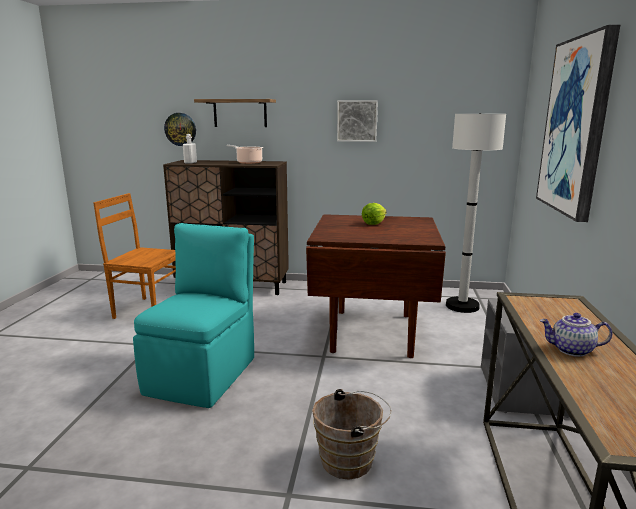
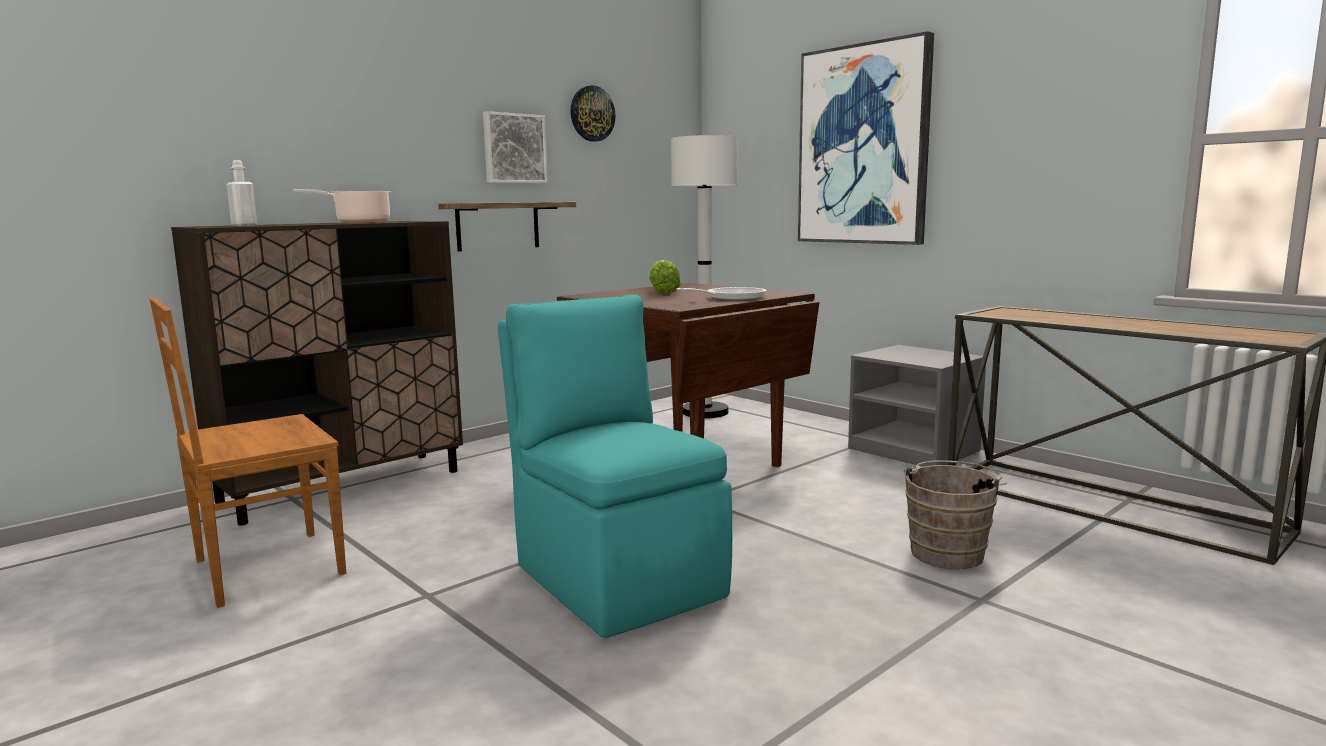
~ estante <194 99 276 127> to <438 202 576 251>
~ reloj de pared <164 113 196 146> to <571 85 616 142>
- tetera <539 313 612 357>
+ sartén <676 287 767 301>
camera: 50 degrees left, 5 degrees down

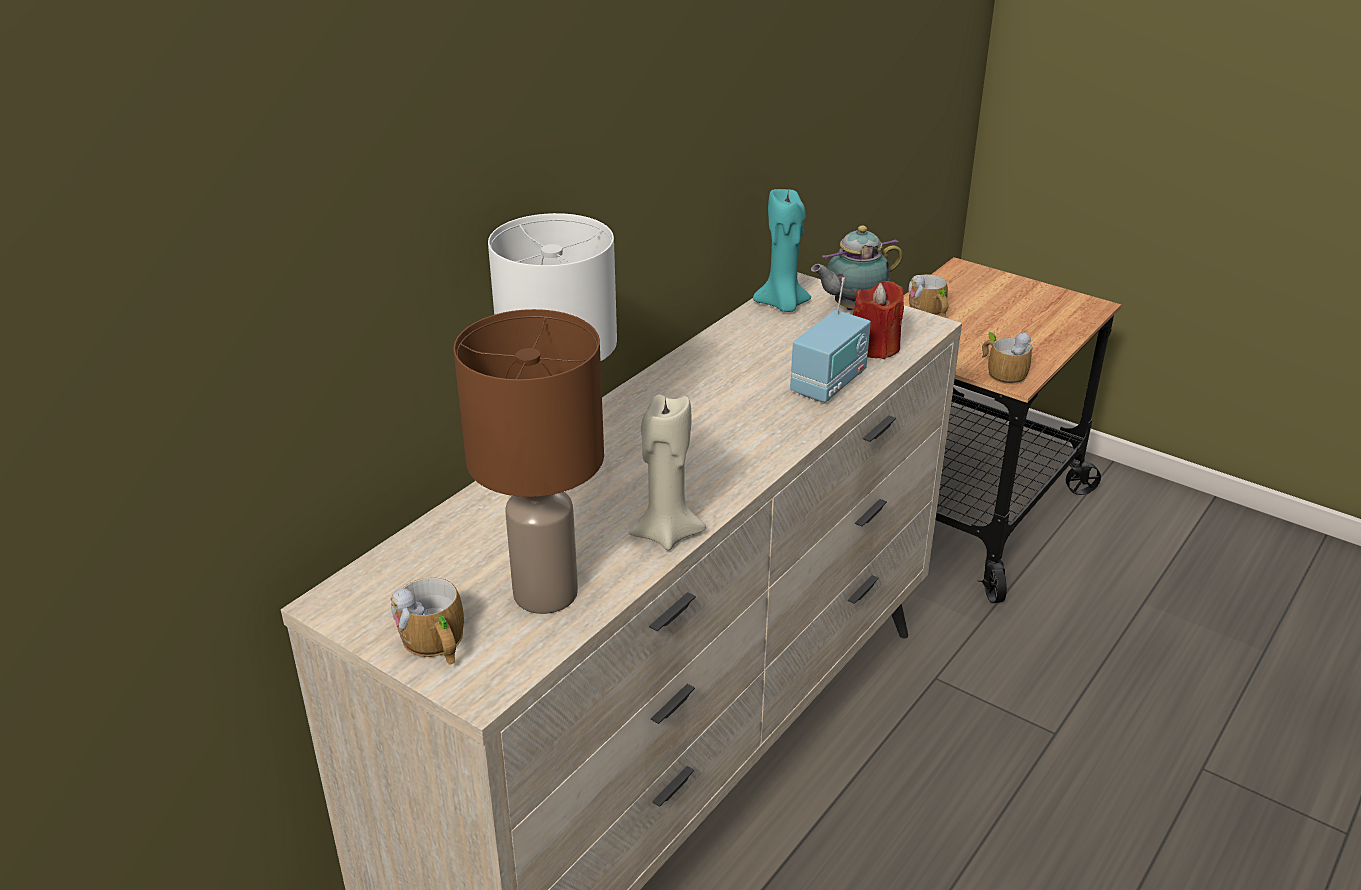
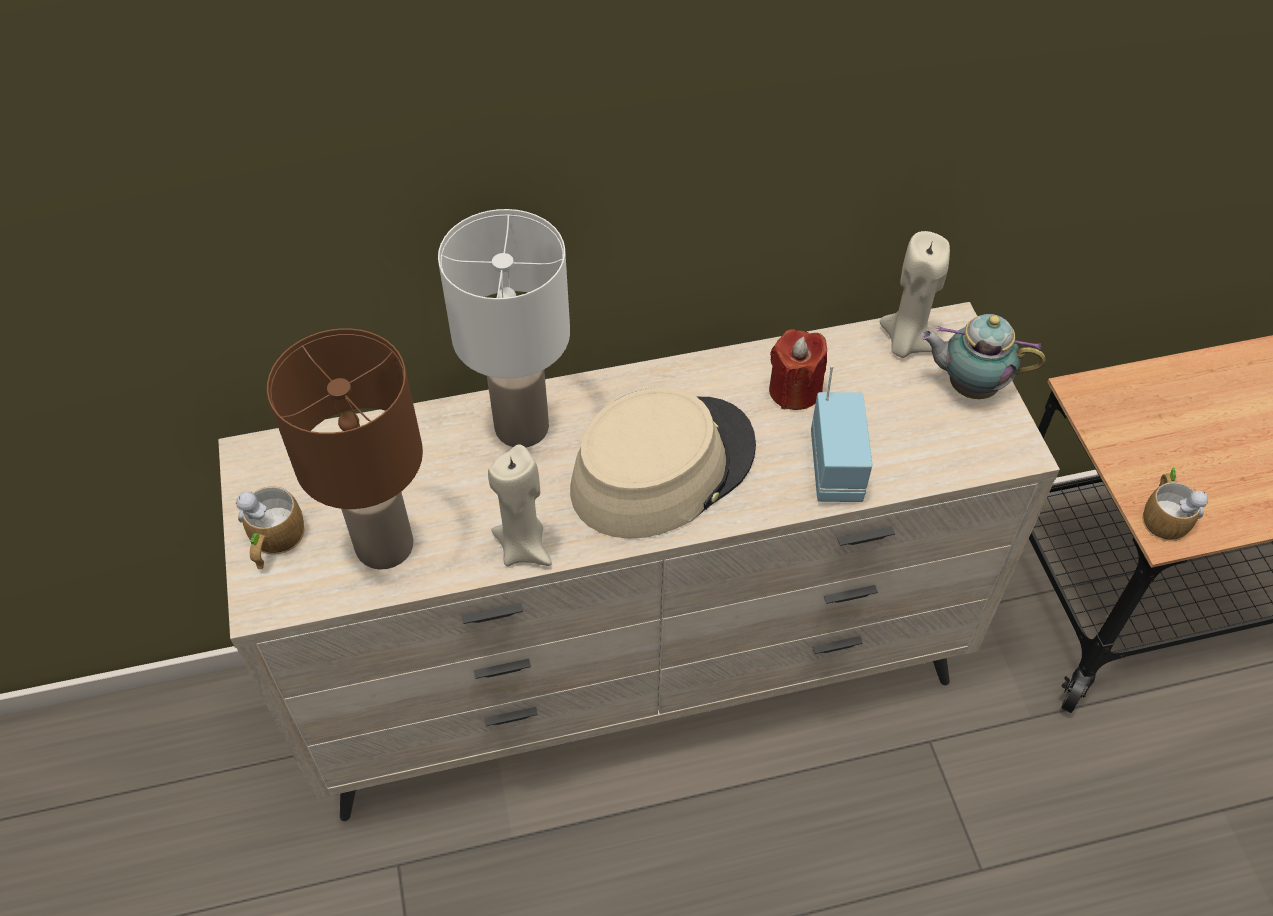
~ vela/turquesa <753 189 811 312> to vela/beis <880 231 950 358>
- taza grande <908 274 949 318>
~ radio <790 277 871 402> = <811 365 872 502> 75 degrees counterclockwise
~ vela/rojo <853 281 904 359> to <769 329 827 410>
+ sombrero/beis <570 387 756 539>
camera: 40 degrees right, 20 degrees up

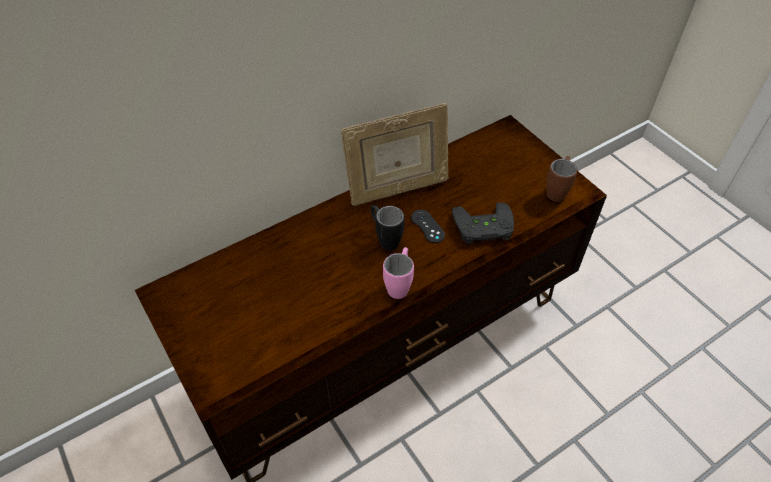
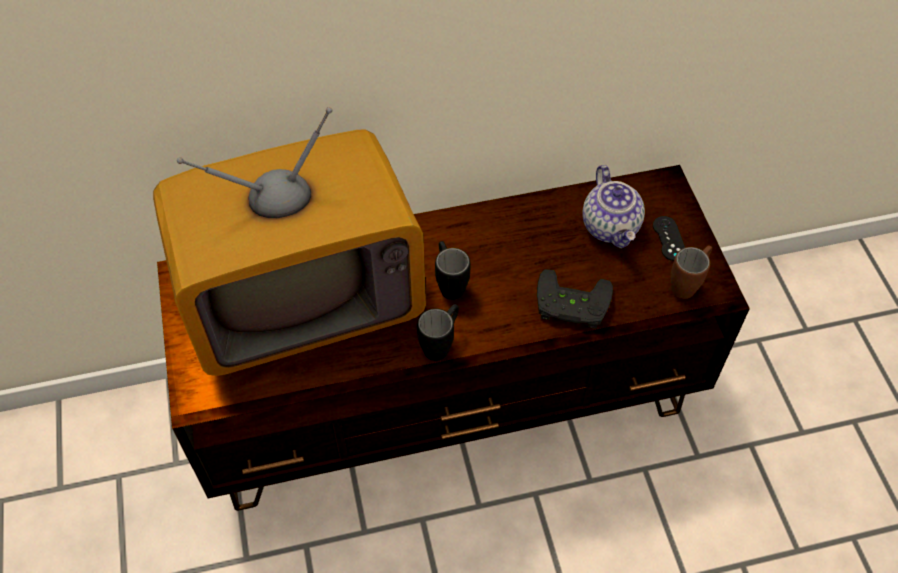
- portarretratos <341 103 449 206>
~ mando de consola/negro <411 210 445 243> to <653 216 685 261>
~ taza grande/rosa <383 247 414 299> to taza grande/negro <417 304 459 361>
+ televisor <153 107 426 376>
+ tetera <582 165 645 249>
camera: 20 degrees right, 5 degrees up

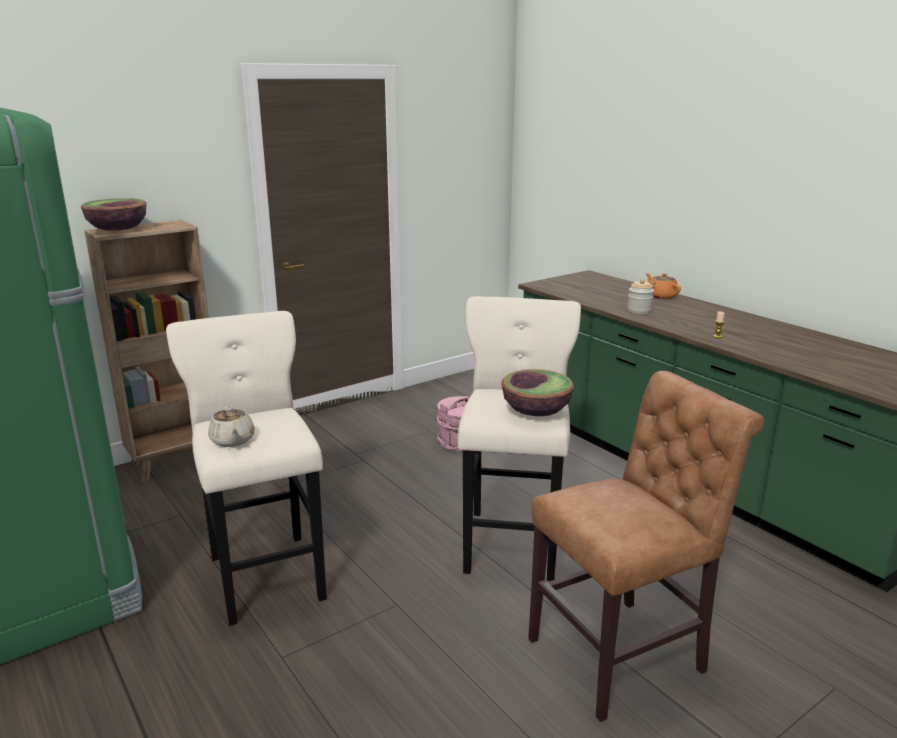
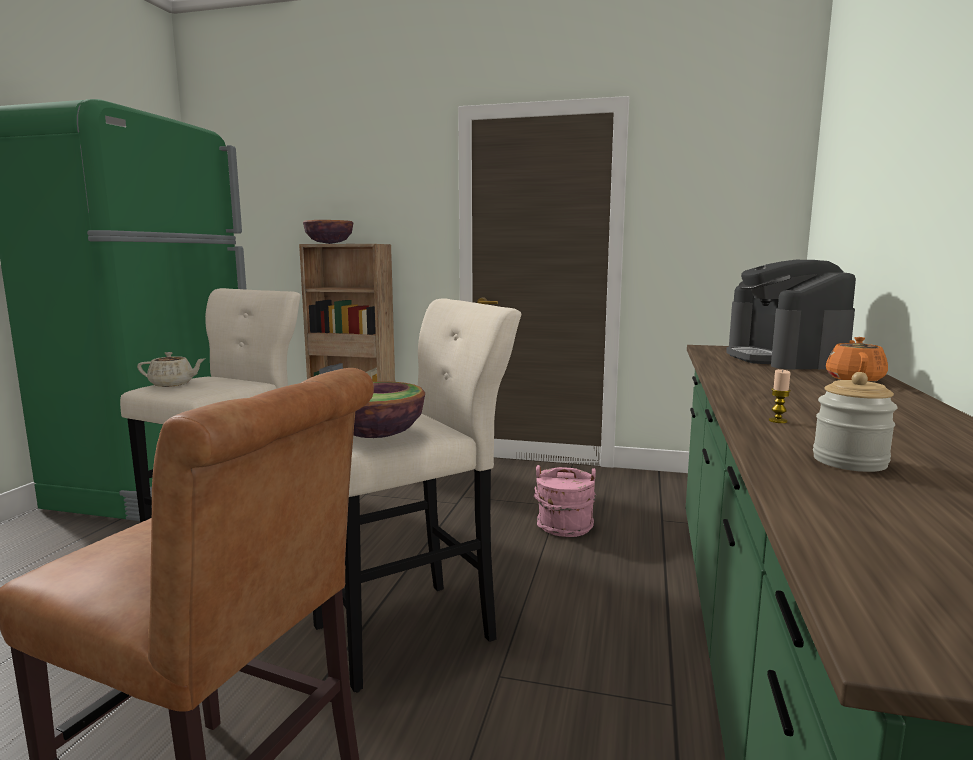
~ tarro <627 279 654 314> to <813 372 898 472>
~ tetera/beis <208 407 255 447> = <137 352 205 387> 120 degrees counterclockwise
+ cafetera <726 260 856 370>
camera: 50 degrees right, 10 degrees down

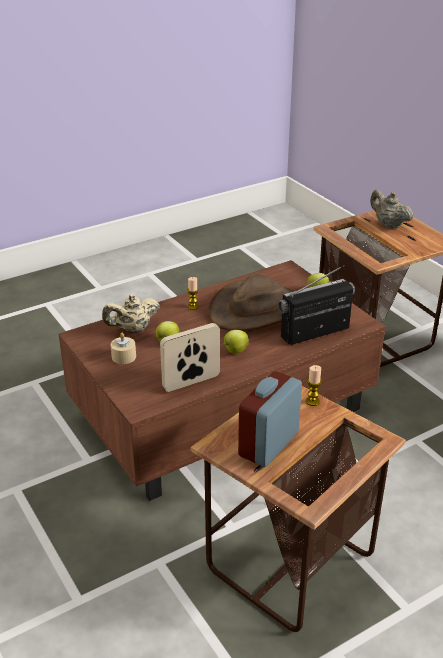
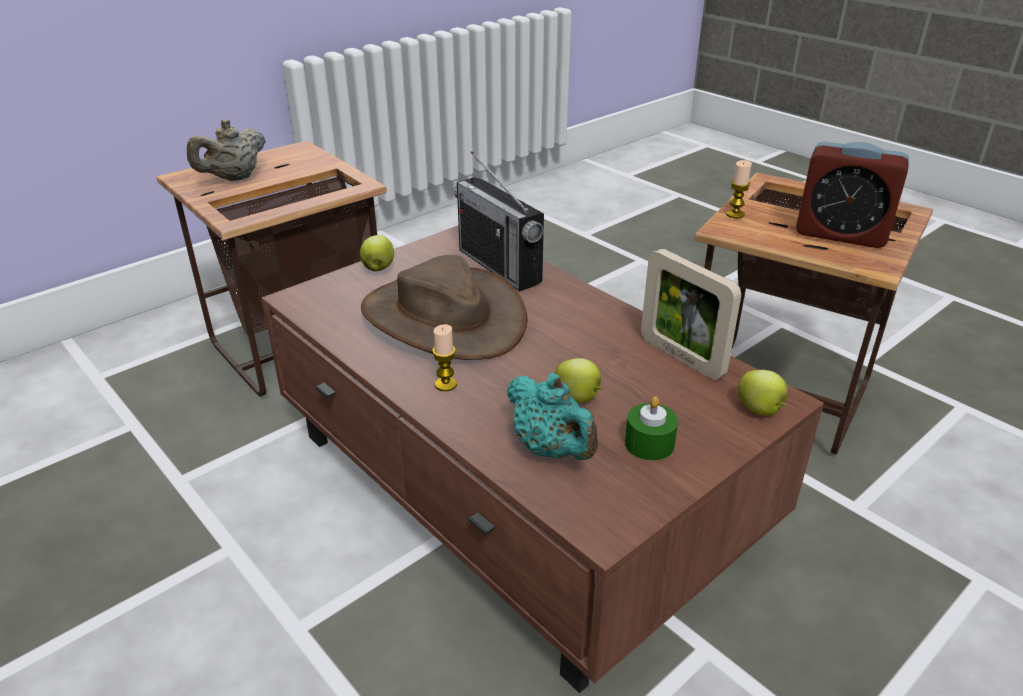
~ tetera/beis <102 294 160 333> to tetera/turquesa <507 373 598 460>
~ manzana <223 330 249 354> to <738 370 788 416>
~ vela/beis <111 333 136 364> to vela/verde <625 396 678 461>
camera: 100 degrees left, 0 degrees up

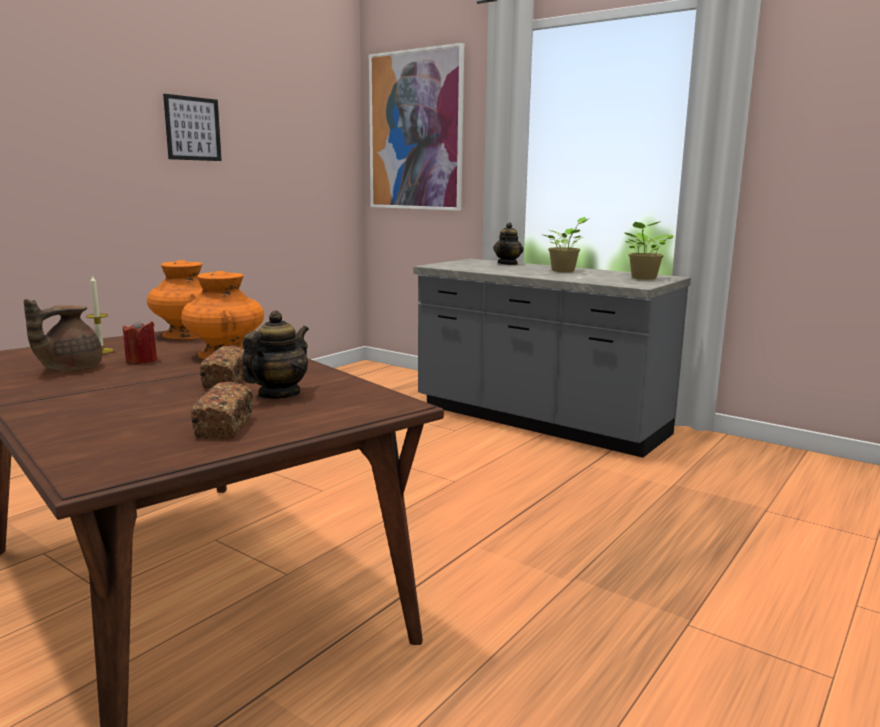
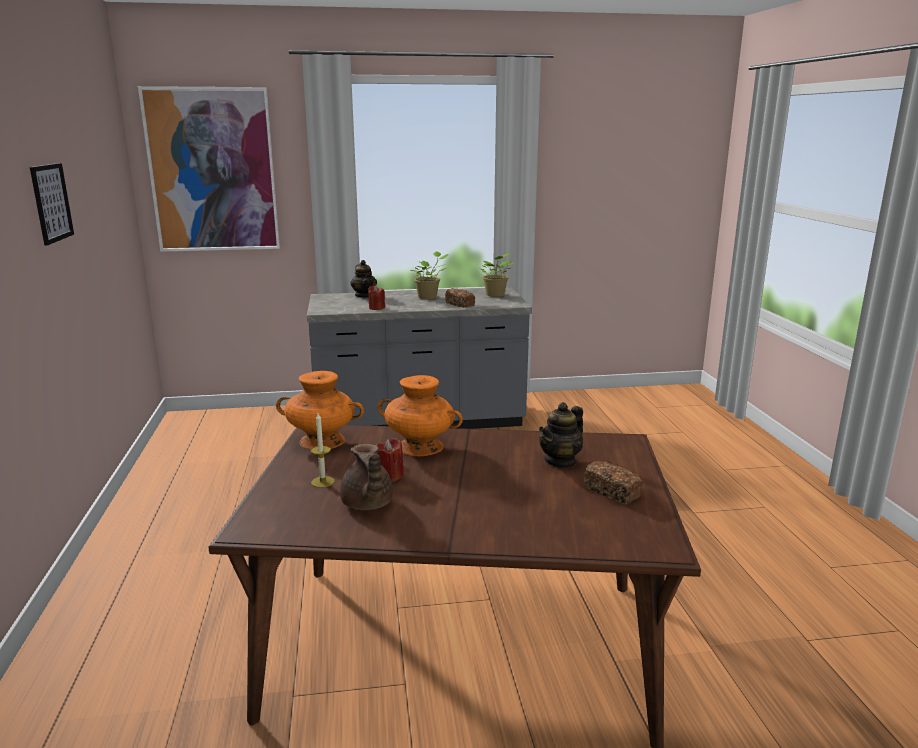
~ tetera <242 310 309 399> = <539 402 583 469> 120 degrees counterclockwise
~ pan <200 345 244 389> to <445 288 475 308>
+ vela/rojo <368 286 385 310>
camera: 45 degrees left, 5 degrees up

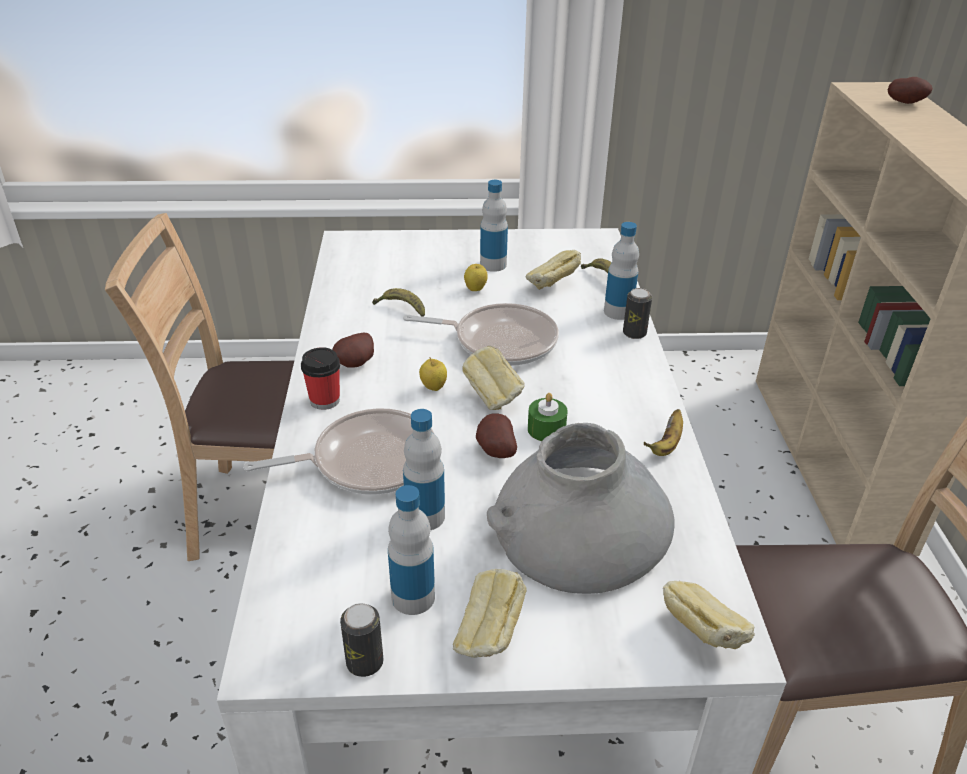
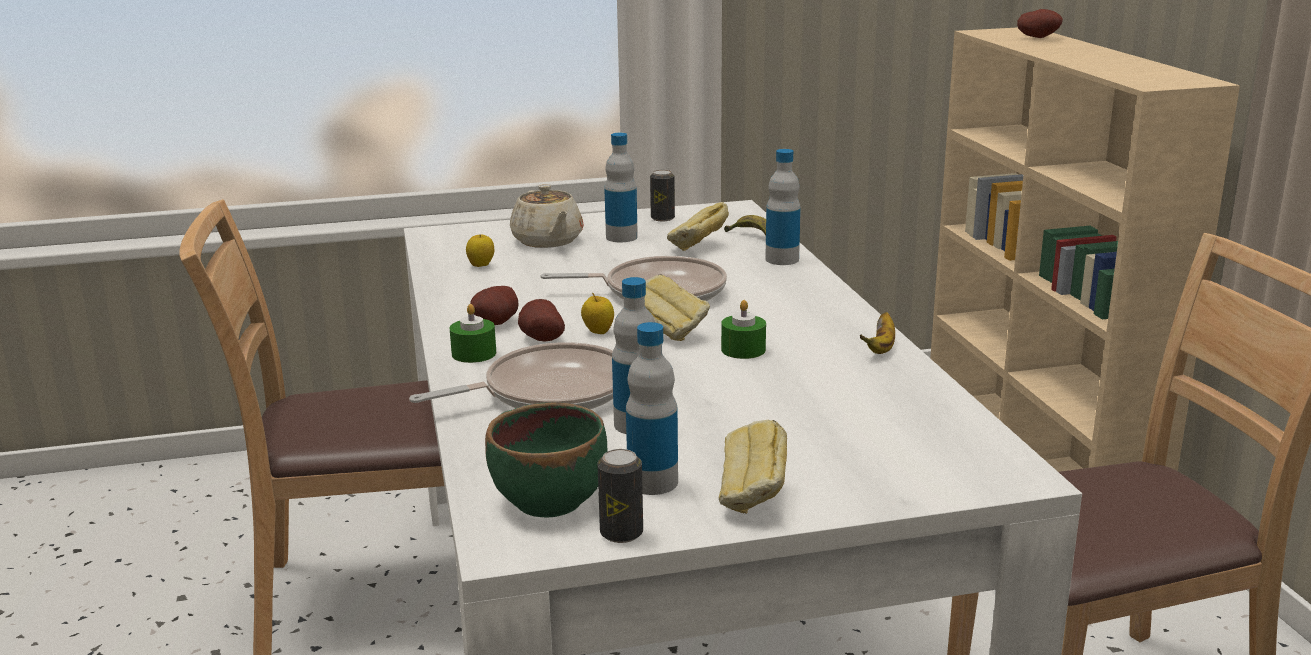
~ manzana <464 264 487 291> to <466 234 494 267>
- plátano <372 288 425 317>
~ lata <623 288 652 339> to <650 170 675 221>
~ taza <301 347 340 410> to vela/verde <450 304 496 363>
~ patata <476 413 517 458> to <518 299 565 342>
- florero/gris <487 423 675 594>
- pan <663 581 755 649>
+ tetera/beis <510 184 584 248>
+ cuenco/verde <485 402 607 517>
camera: 10 degrees left, 15 degrees down

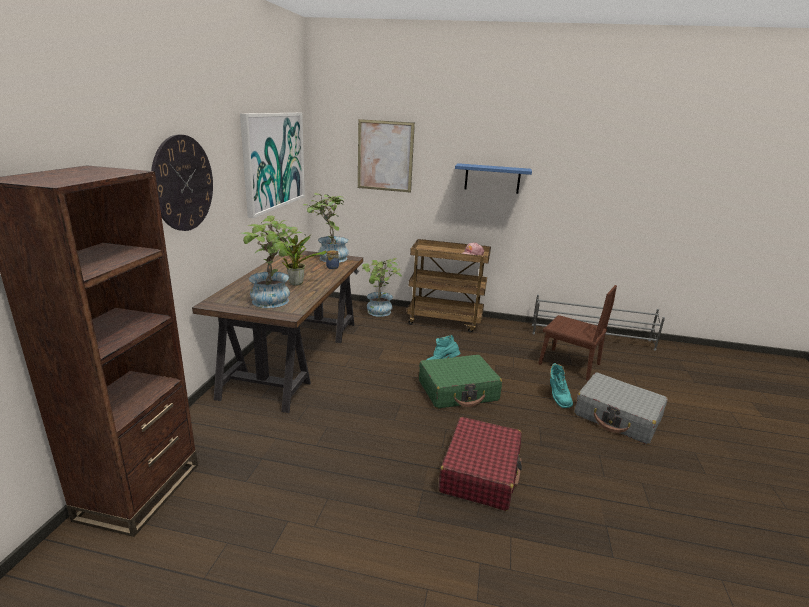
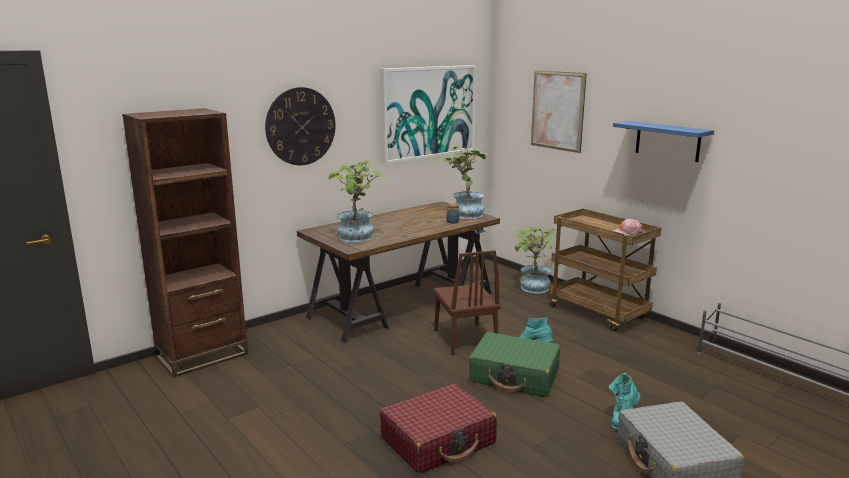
- planta en maceta <282 229 327 286>
~ silla/marrón <539 285 617 381> to <433 250 501 355>
camera: 40 degrees right, 5 degrees down

